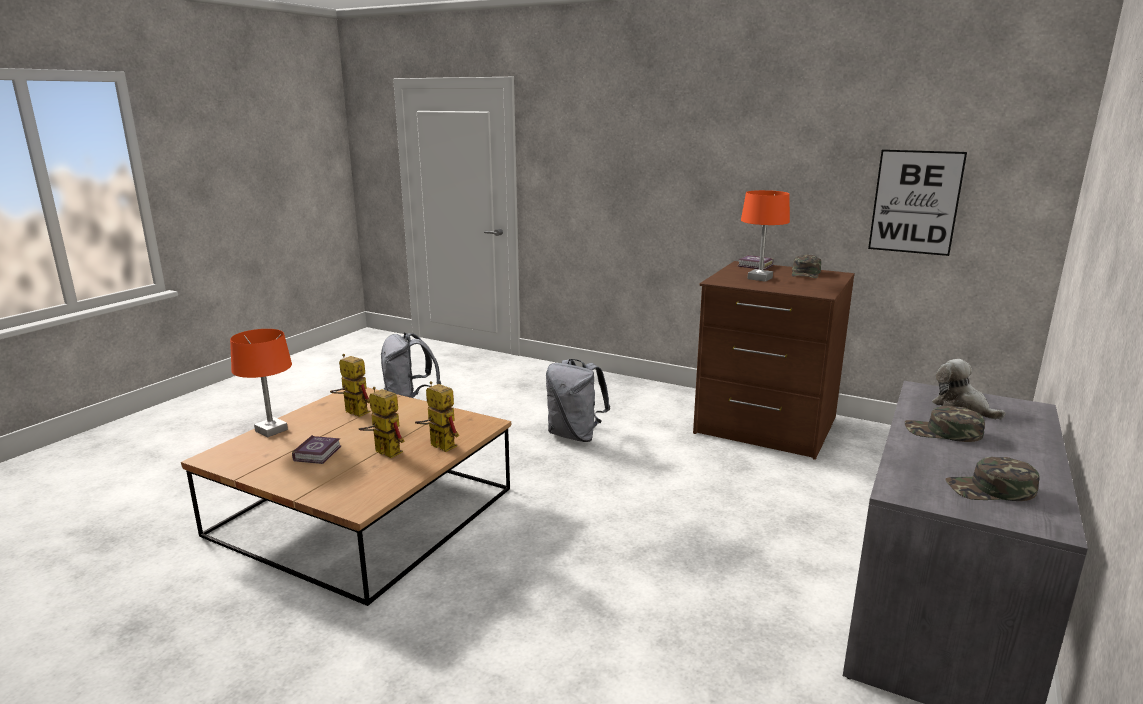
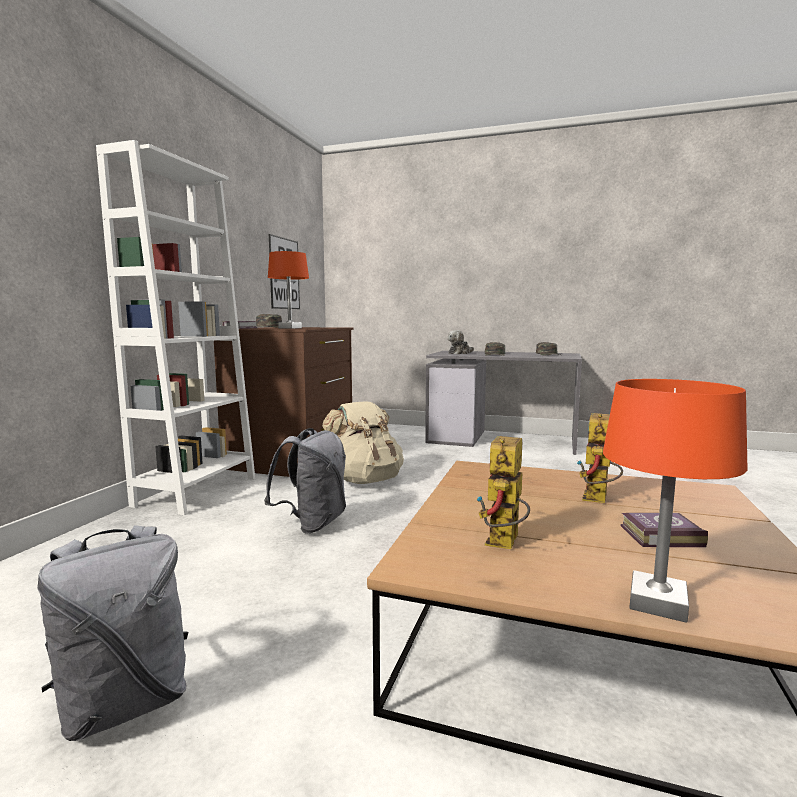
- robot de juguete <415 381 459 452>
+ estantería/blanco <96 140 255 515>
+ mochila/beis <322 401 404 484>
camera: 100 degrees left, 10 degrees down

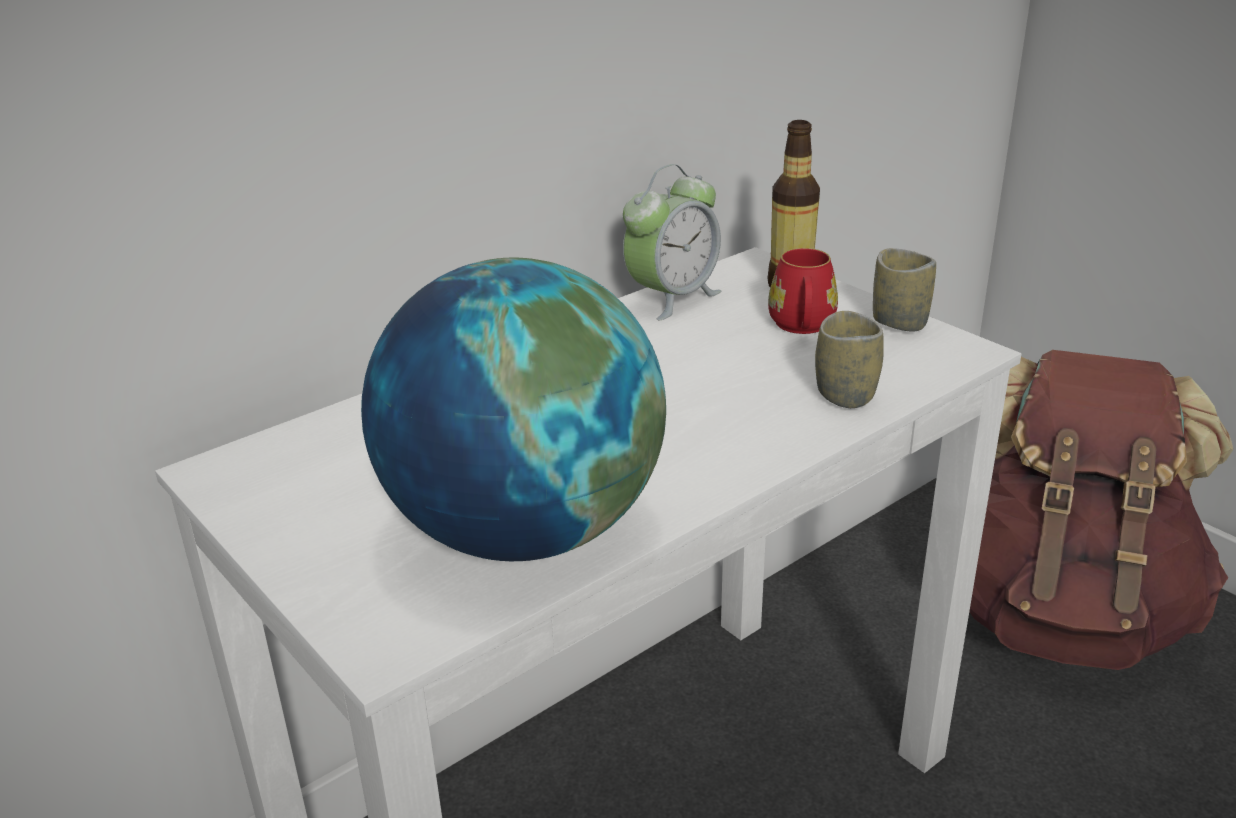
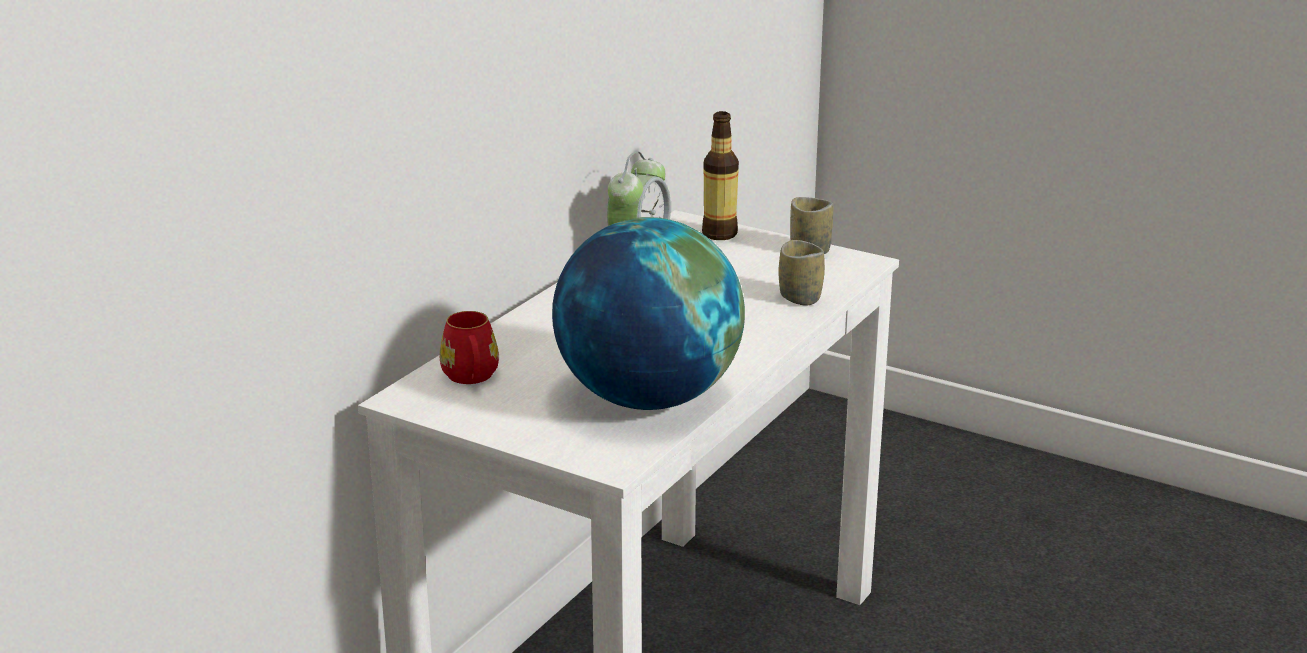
~ taza grande/rojo <768 248 838 334> to <440 311 499 384>
- mochila/marrón <969 350 1233 670>
camera: 20 degrees left, 5 degrees down

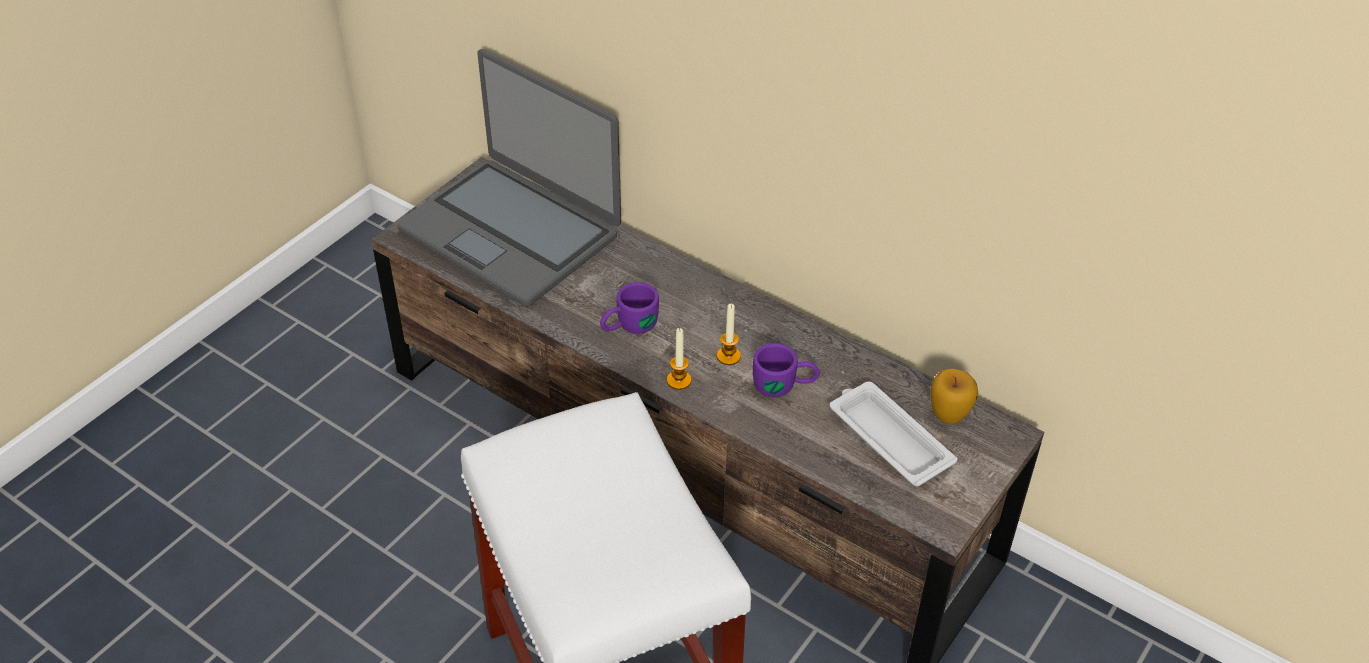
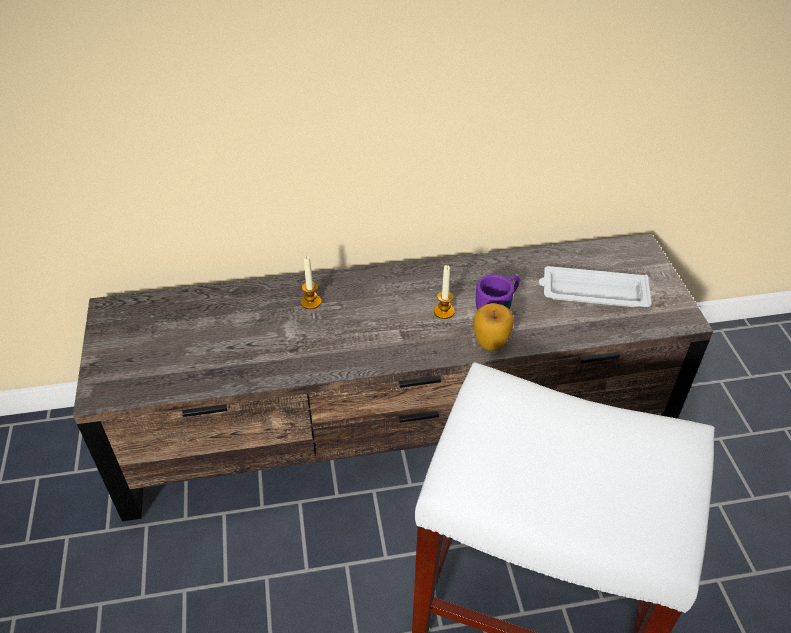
- portátil <397 49 621 306>
- taza grande/morado <600 282 659 334>
~ vela <667 328 692 390> to <301 256 321 309>
~ manzana <931 368 978 424> to <474 303 514 351>
camera: 45 degrees left, 0 degrees up

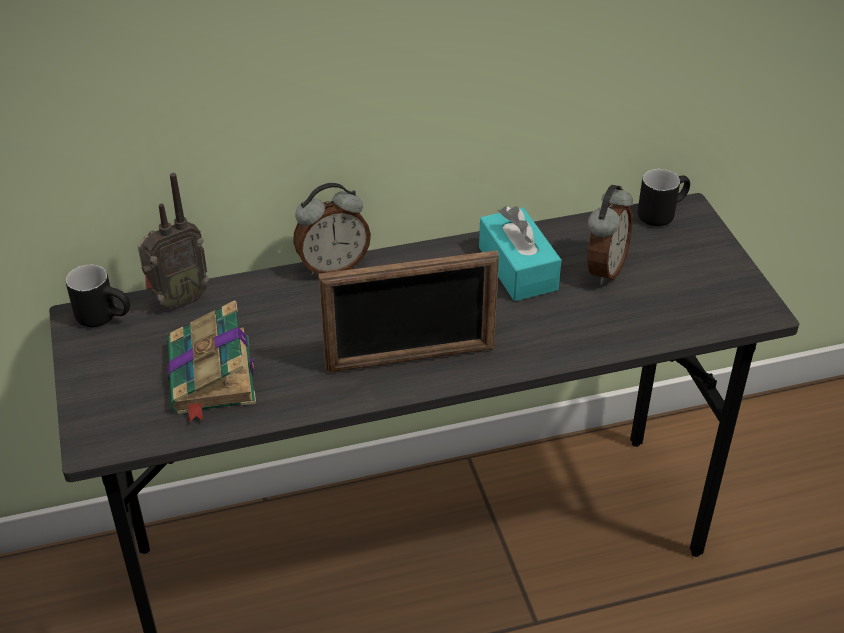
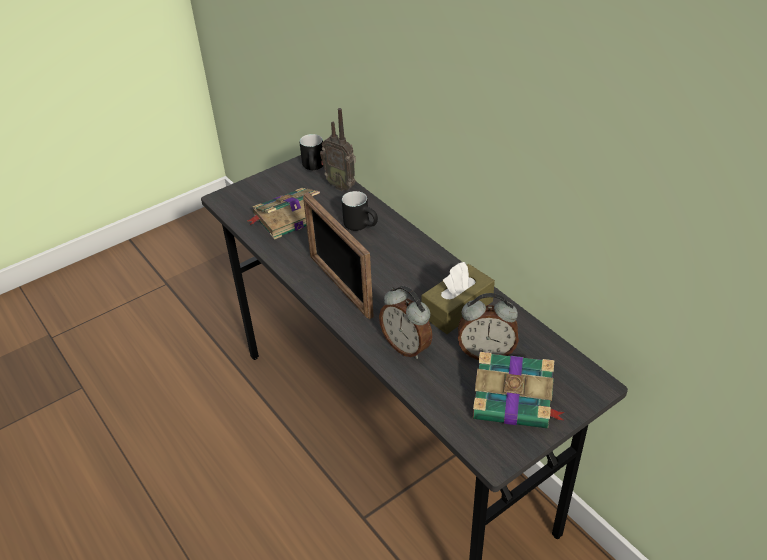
~ taza grande/negro <638 169 690 226> to <342 191 378 231>
~ despertador <293 183 371 276> to <379 286 432 359>
~ caja de pañuelos/turquesa <479 206 561 301> to caja de pañuelos/marrón <422 262 495 334>
+ libro <473 352 564 428>
camera: 70 degrees right, 0 degrees up

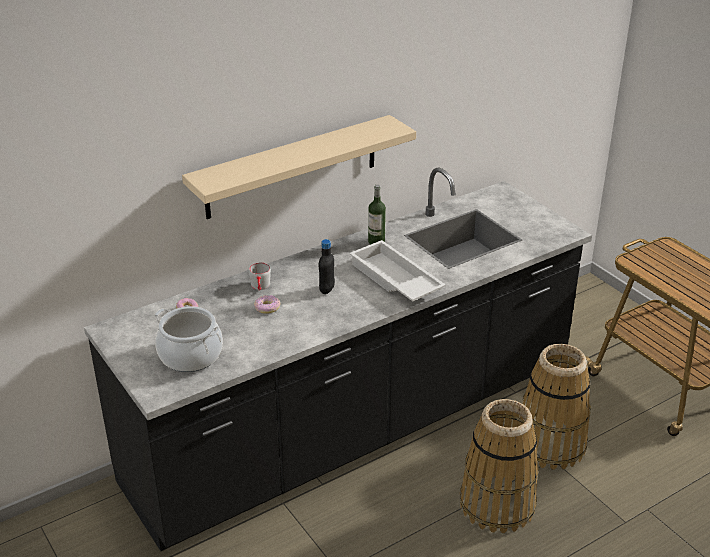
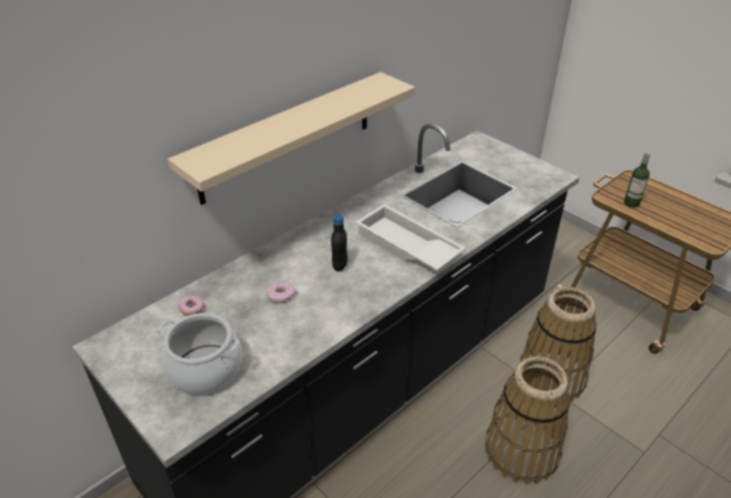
~ botella <368 185 386 244> to <624 152 650 208>
- taza grande/gris <249 263 271 291>
camera: 10 degrees left, 5 degrees up

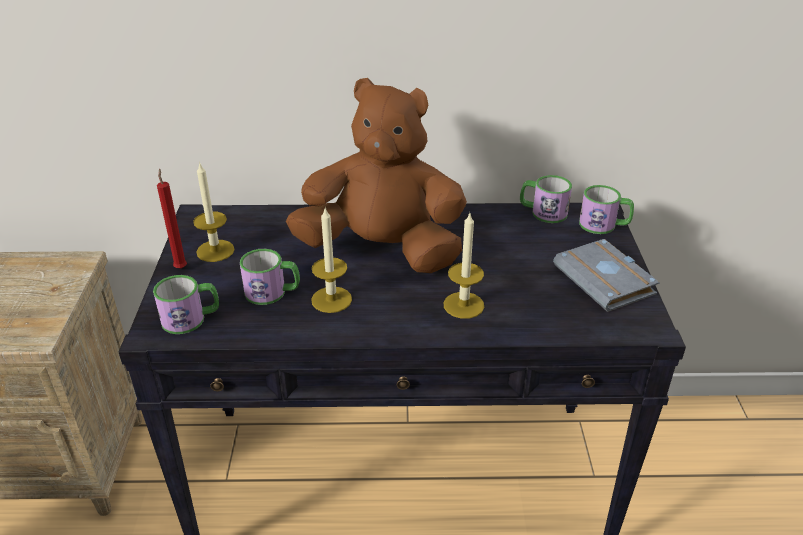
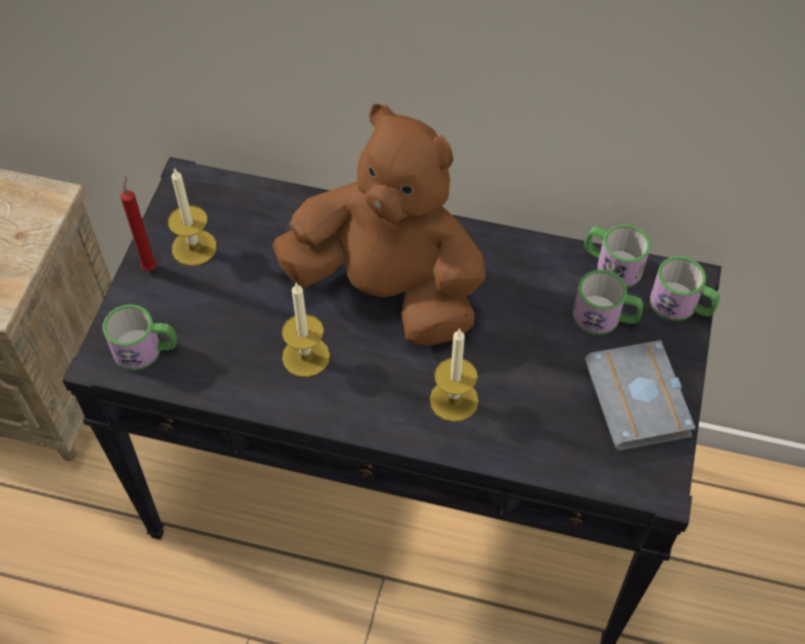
~ taza grande <240 249 300 305> to <573 270 643 335>
camera: 15 degrees right, 20 degrees up

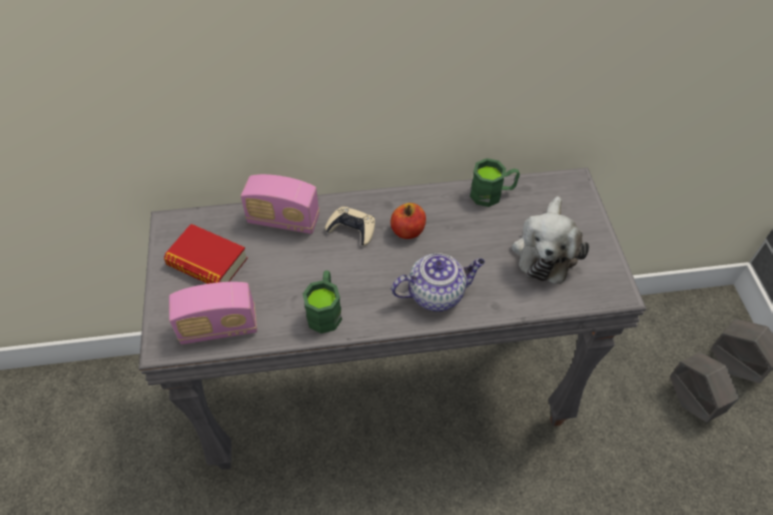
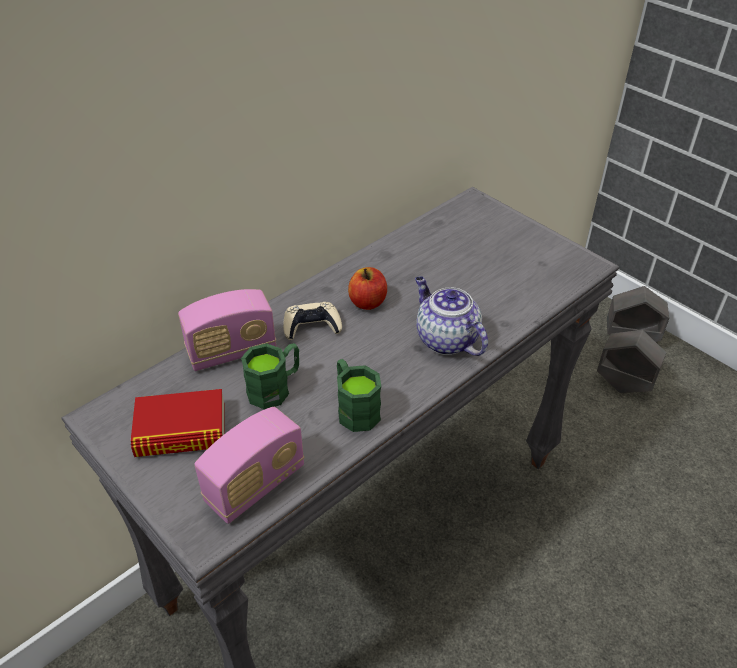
~ taza grande/verde <470 158 520 207> to <241 343 299 409>
- peluche <512 196 589 284>
~ tetera <391 253 485 312> = <415 276 488 356> 75 degrees counterclockwise
camera: 35 degrees left, 10 degrees down

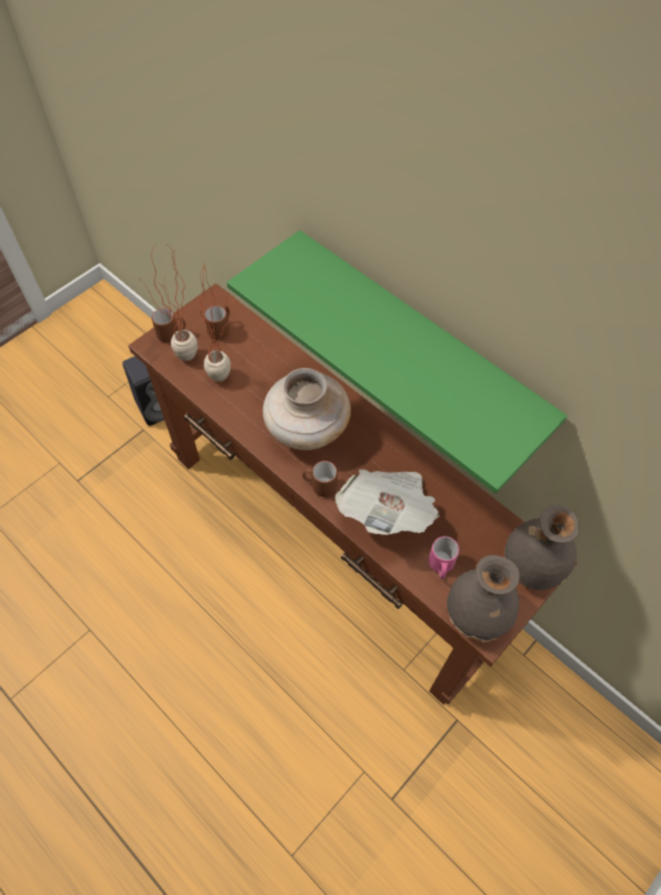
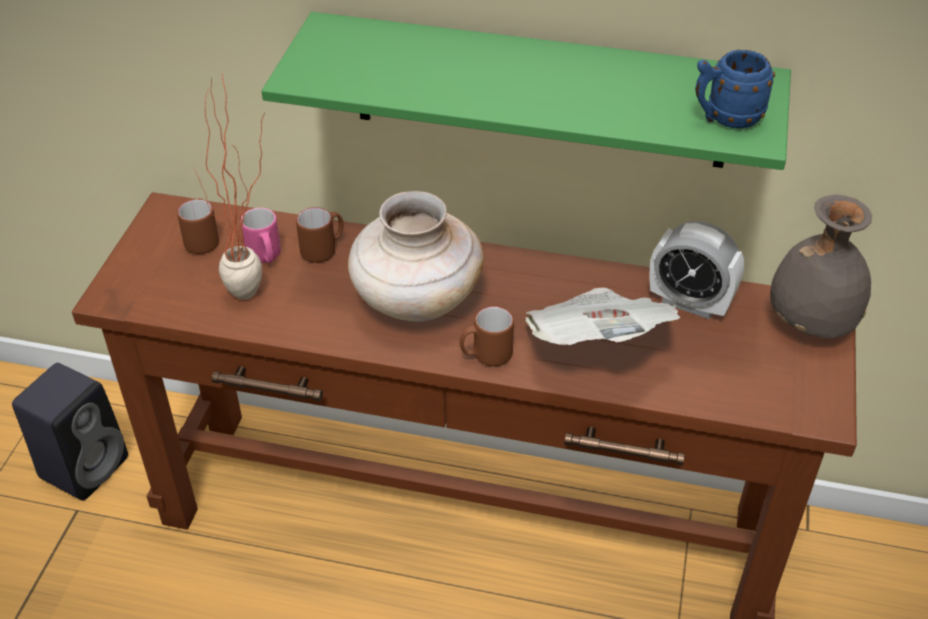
- planta en maceta <137 246 197 361>
~ taza grande/marrón <152 308 186 343> to <296 207 344 263>
~ taza grande/rosa <428 536 459 579> to <240 208 281 263>
- florero/gris <447 555 520 642>
+ taza grande/azul <695 50 775 128>
+ despertador <649 221 744 319>
camera: 30 degrees left, 15 degrees down

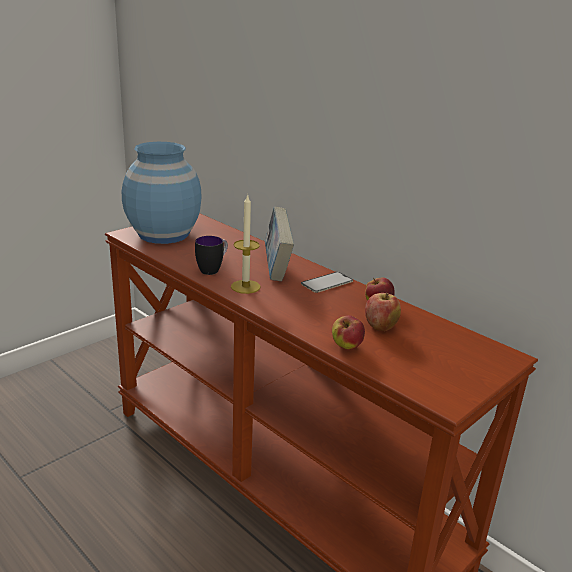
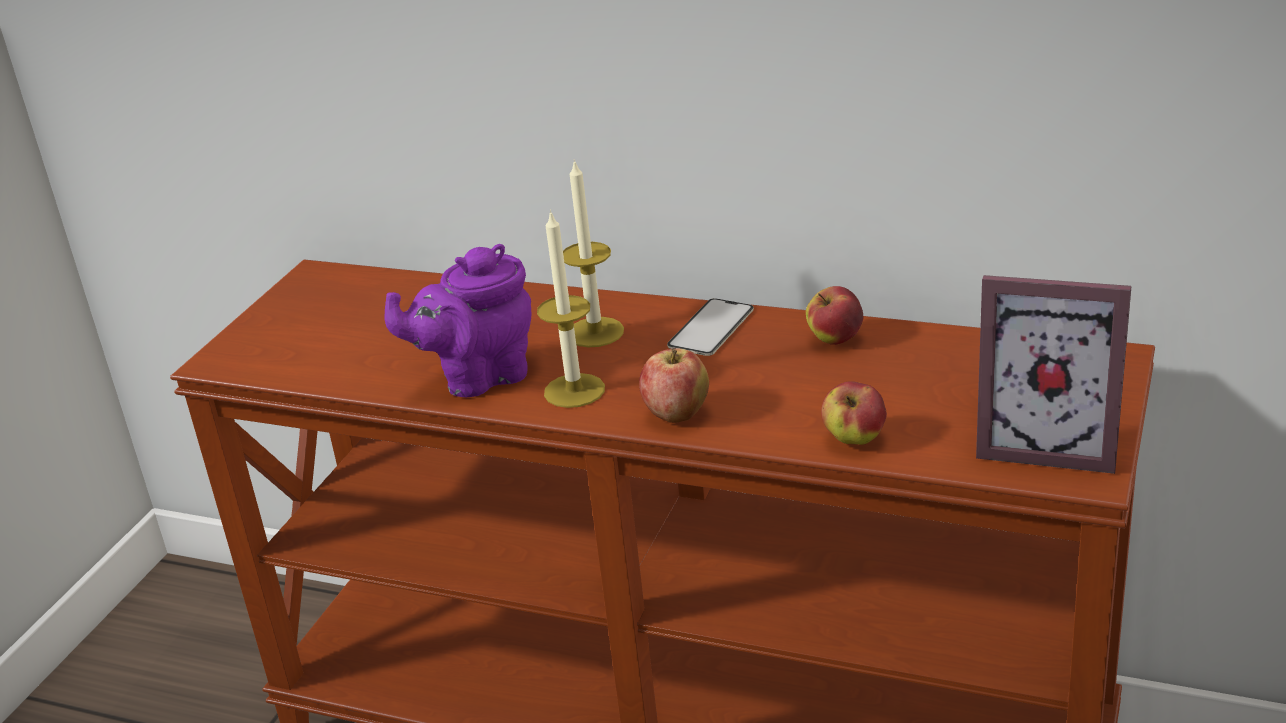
- florero/azul <122 142 202 244>
~ libro <265 207 294 281> to vela <563 160 624 347>
~ taza grande <195 236 228 275> to tetera/morado <384 244 532 397>
~ manzana <365 293 401 331> to <639 348 709 423>
+ portarretratos <976 275 1131 474>
camera: 20 degrees left, 5 degrees up

